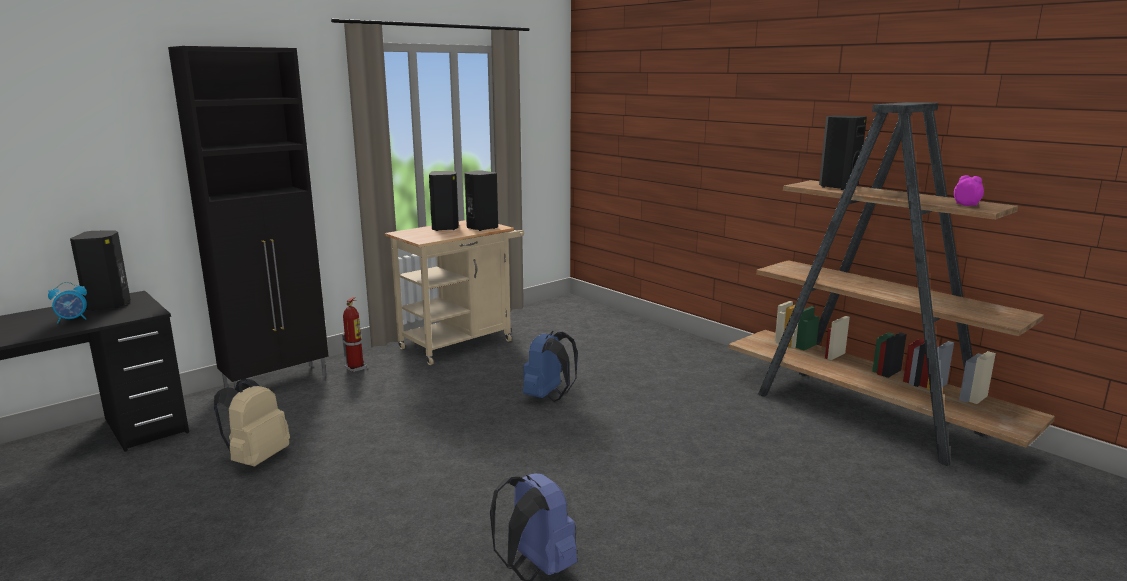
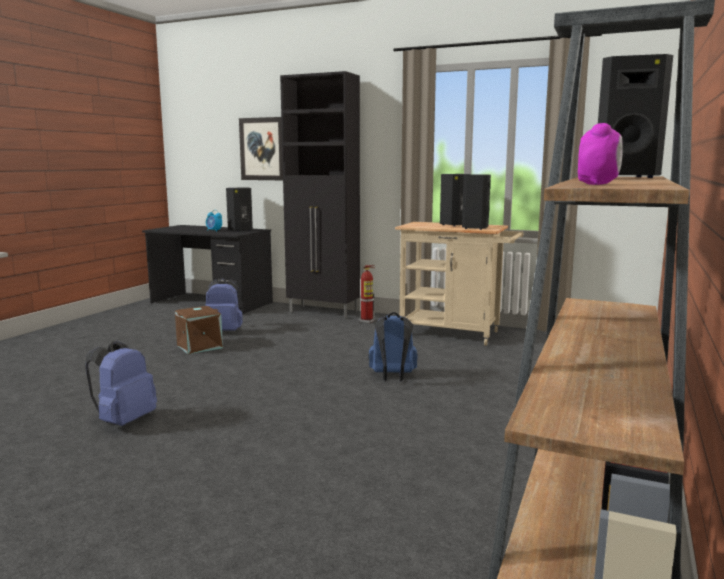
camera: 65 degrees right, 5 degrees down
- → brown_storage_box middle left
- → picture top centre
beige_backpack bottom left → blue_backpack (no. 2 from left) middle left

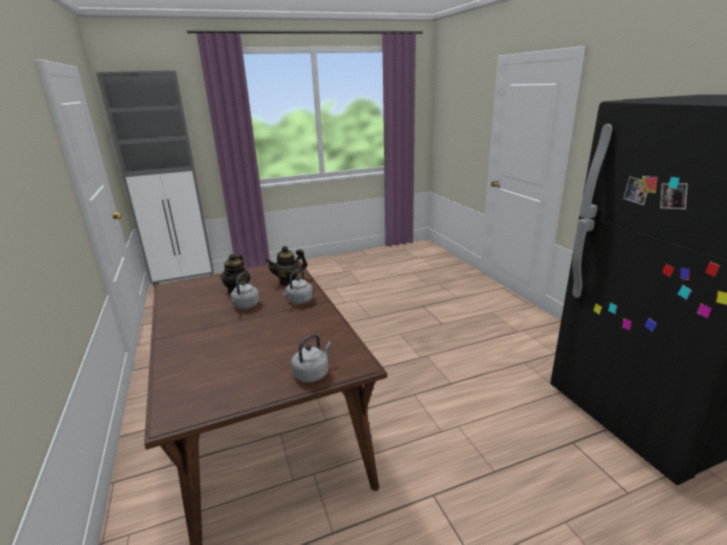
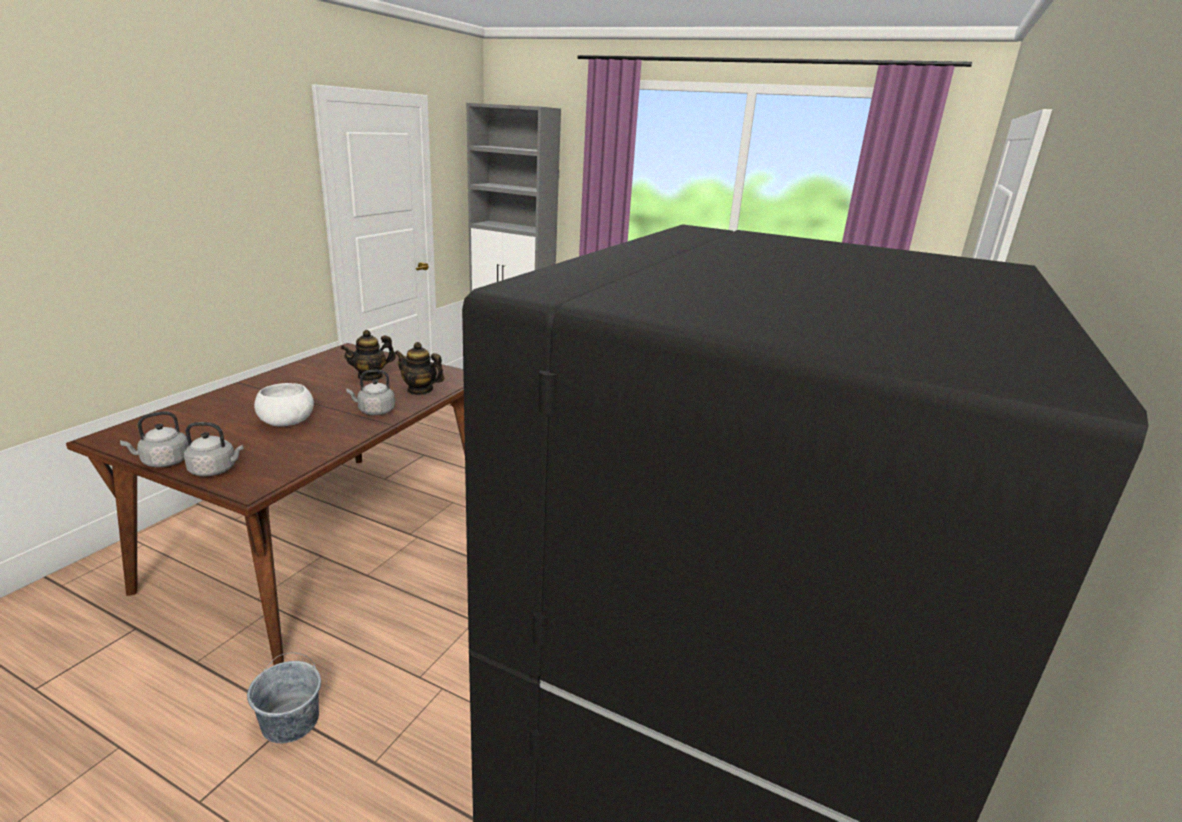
camera: 45 degrees right, 0 degrees up
- → grey_bucket bottom left
- → white_bowl middle left
grey_kettle (no. 1 from left) centre → grey_kettle (no. 1 from left) middle left, shifted

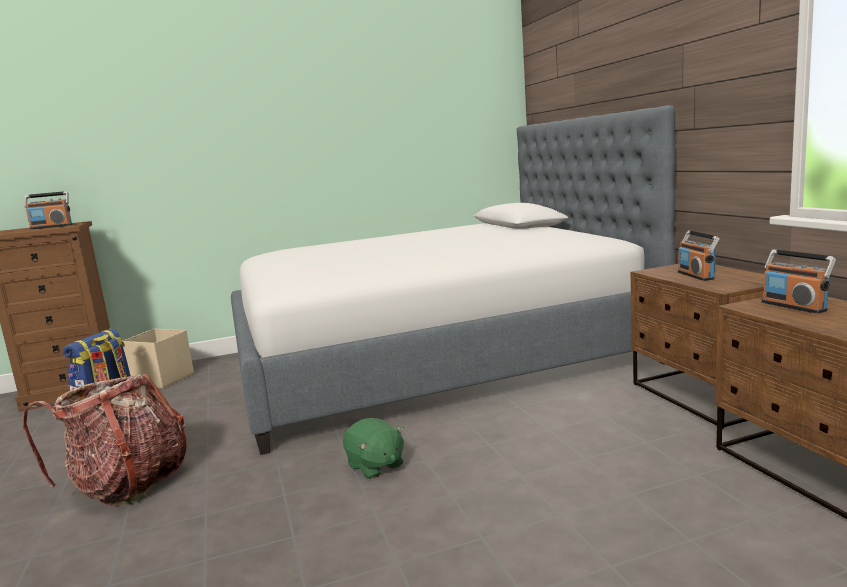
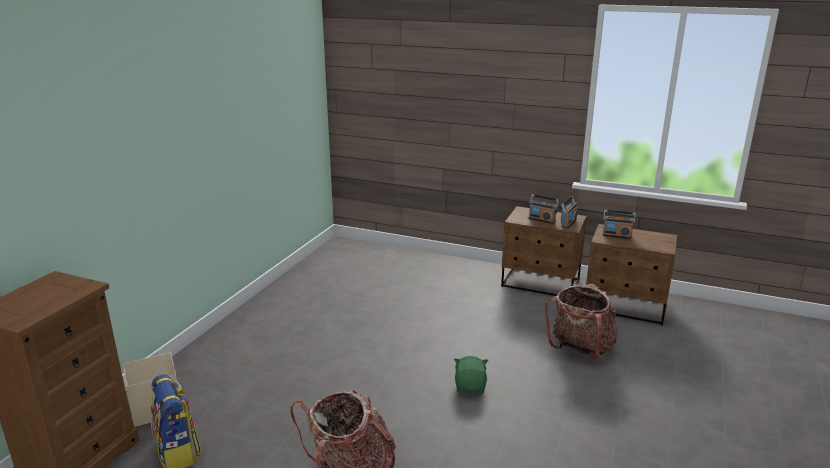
camera: 50 degrees left, 10 degrees up
bed centre → -
- → backpack (no. 3 from left) bottom right
radio (no. 1 from left in the first image) middle left → radio (no. 2 from left) middle right, shifted
green_plush_toy bottom centre, 90 degrees counterclockwise

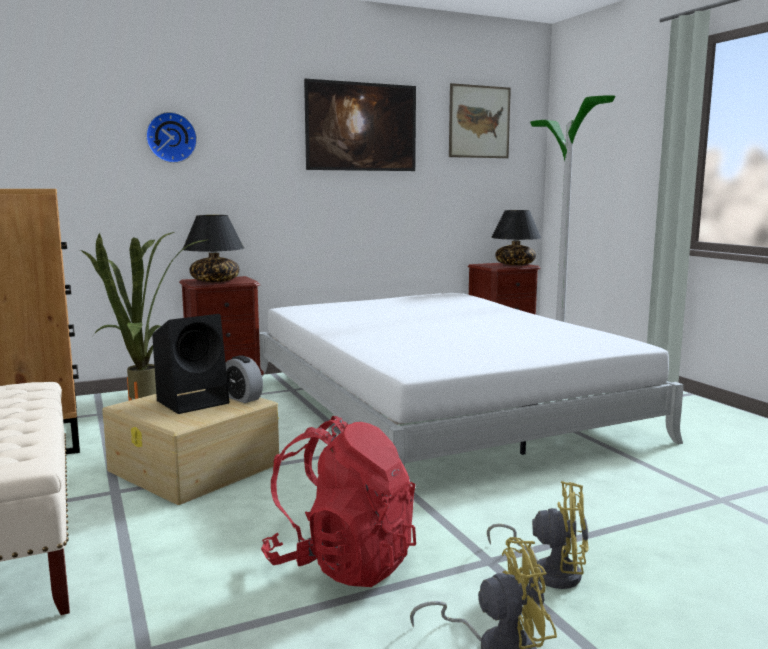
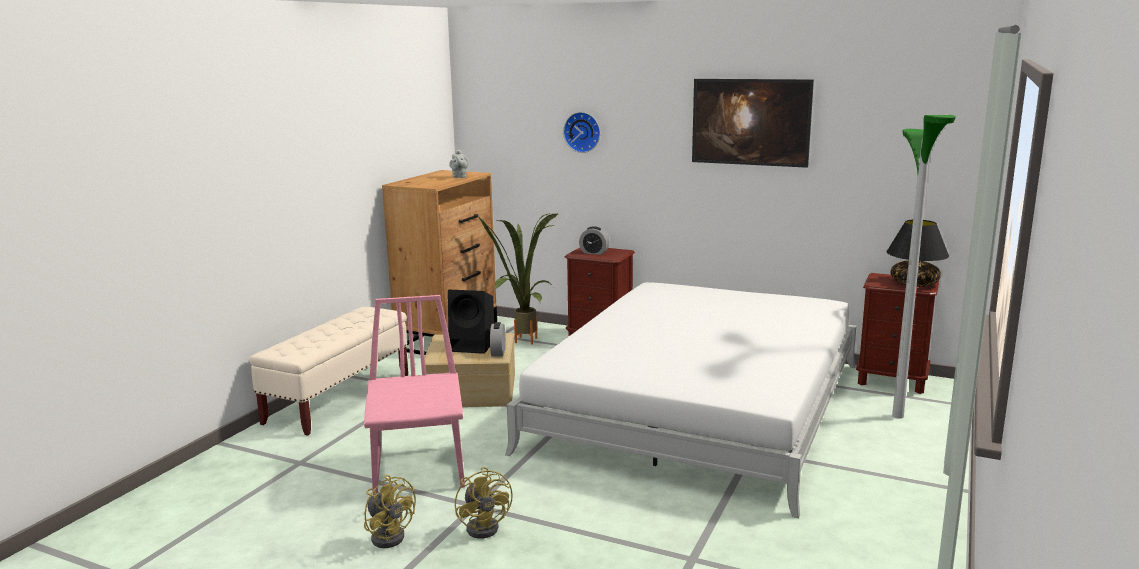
camera: 50 degrees right, 5 degrees up
picture (no. 2 from left) top centre → -
- → grey_teapot top centre
black_table_lamp (no. 1 from left) middle left → alarm_clock (no. 2 from left) centre
red_backpack bottom centre → pink_chair bottom centre

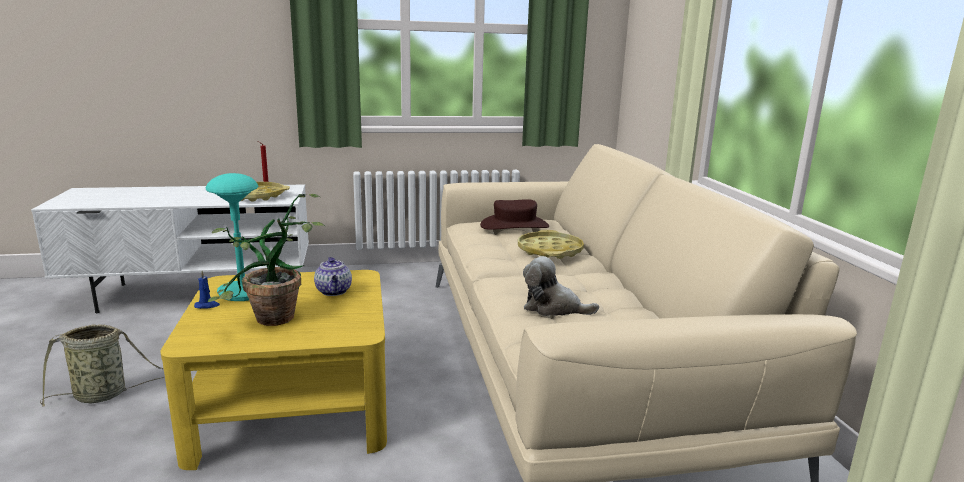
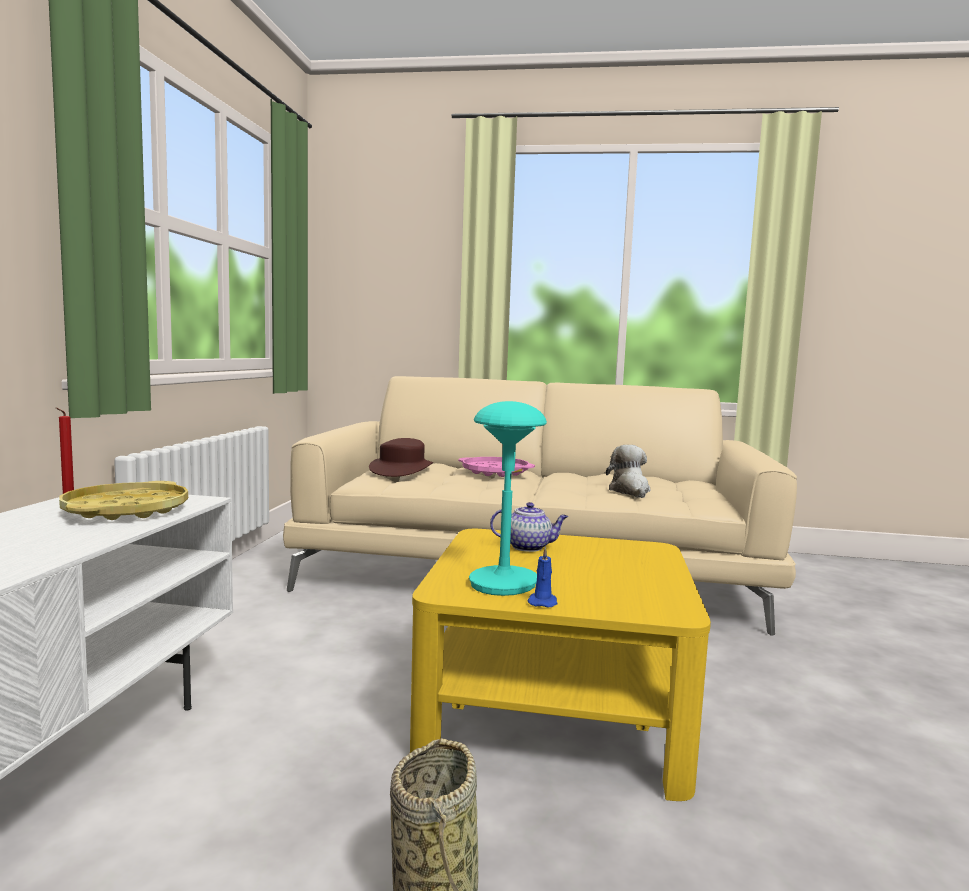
camera: 70 degrees left, 10 degrees down
potted_plant middle left → -
yellow_tray (no. 2 from left) centre → pink_tray centre
plush_toy centre, 135 degrees clockwise

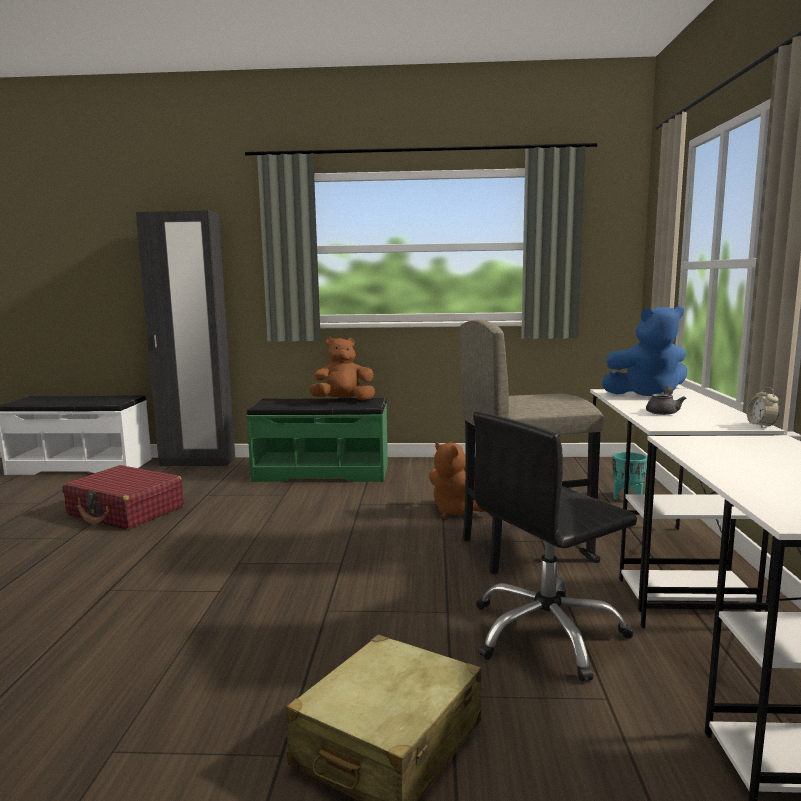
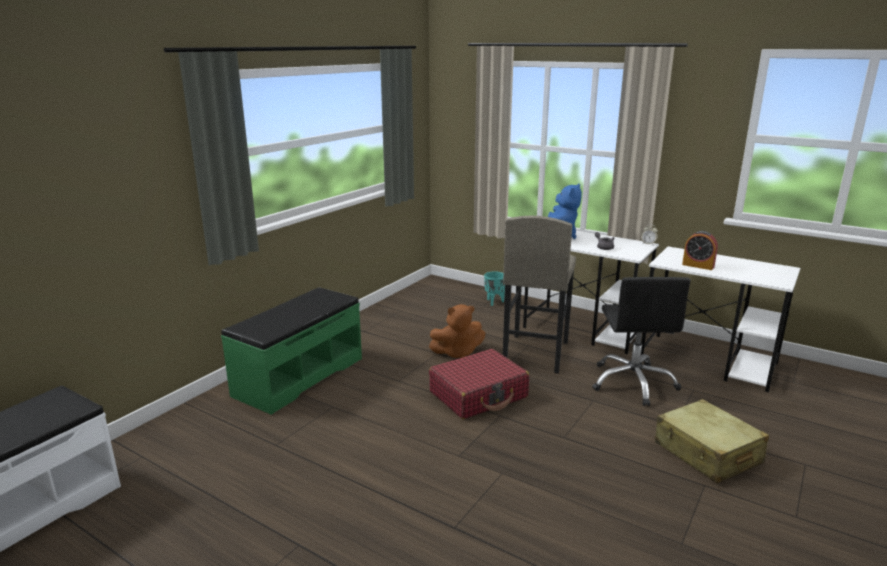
camera: 60 degrees left, 10 degrees up
black_wardrobe middle left → -
brown_plush_toy (no. 1 from left) centre → -
- → alarm_clock (no. 2 from left) middle right
red_suitcase middle left → red_suitcase bottom centre, shifted

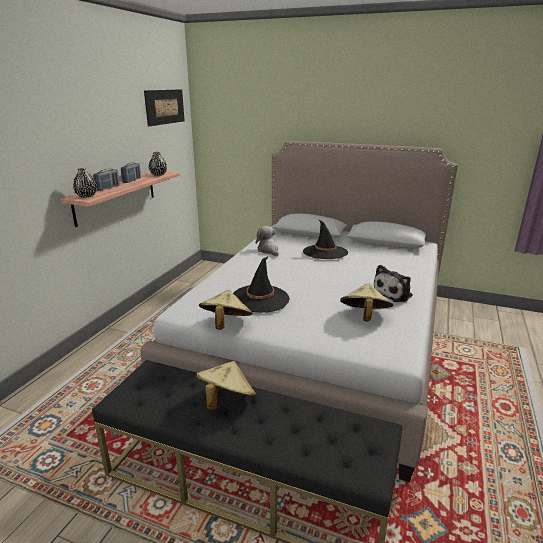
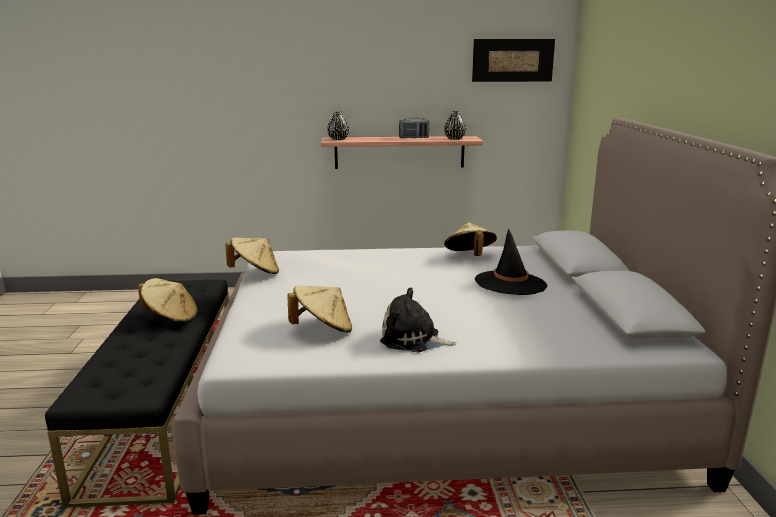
camera: 65 degrees right, 5 degrees down
radio (no. 1 from left) top left → -
black_hat (no. 1 from left) centre → -
plush_toy (no. 1 from left) centre → beige_hat (no. 4 from left) centre

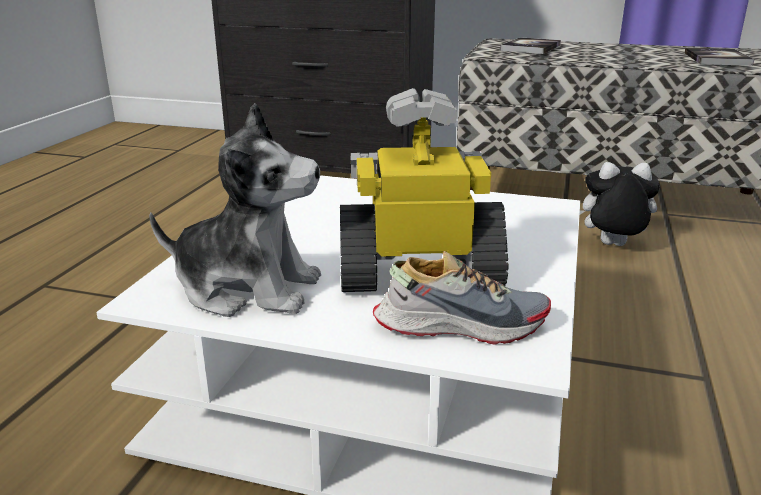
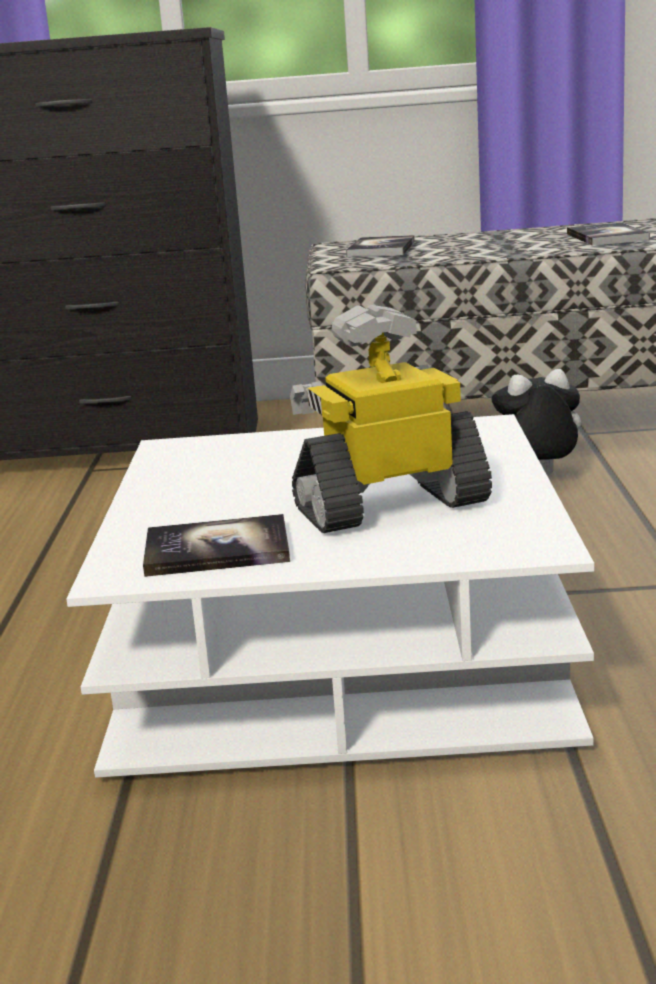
camera: 15 degrees left, 5 degrees down
shoe centre → -
plush_toy (no. 1 from left) middle left → book (no. 1 from left) middle left

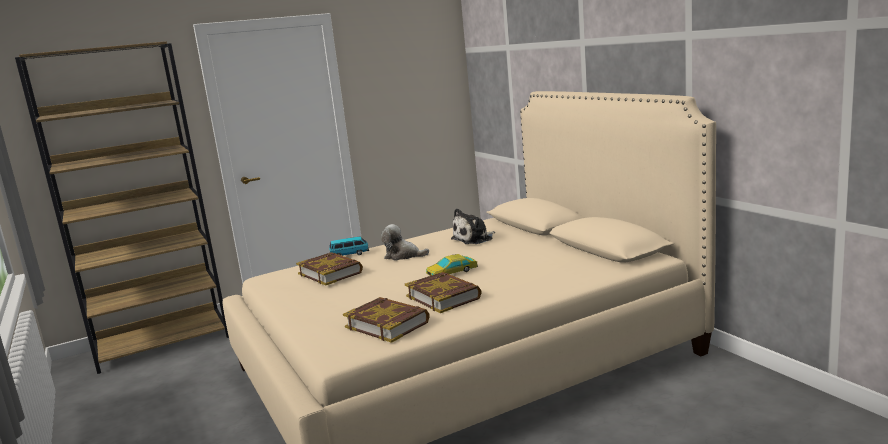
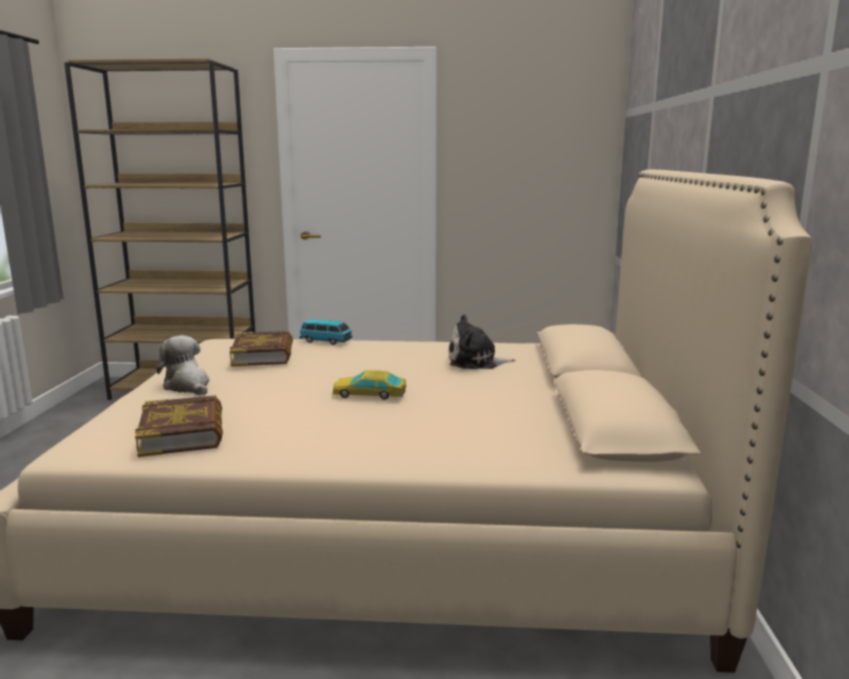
camera: 30 degrees right, 0 degrees up
book (no. 3 from left) centre → -
plush_toy (no. 1 from left) centre → plush_toy (no. 1 from left) middle left, shifted

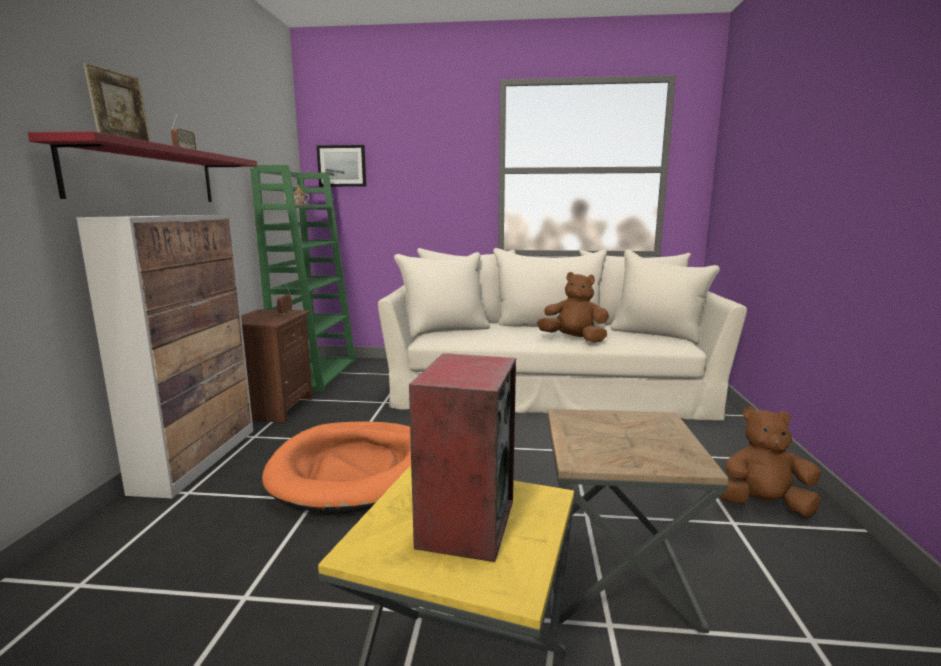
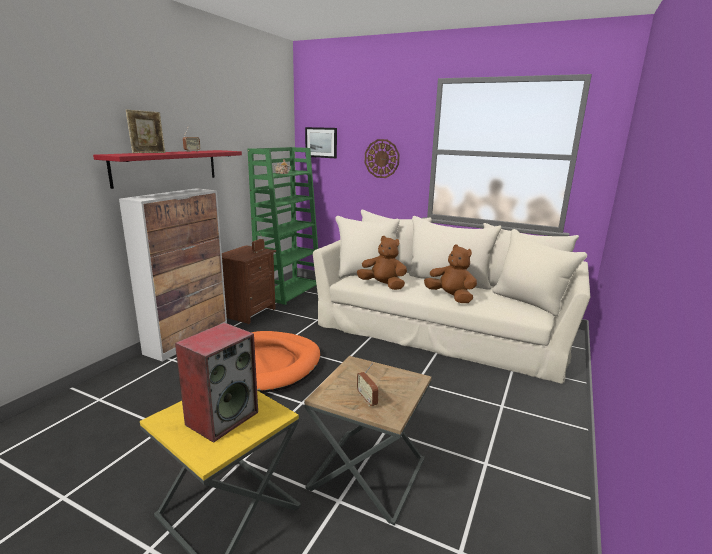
camera: 20 degrees right, 5 degrees up
- → radio (no. 3 from left) bottom centre
- → wall_clock top centre
brown_plush_toy (no. 2 from left in the first image) bottom right → brown_plush_toy (no. 1 from left) centre, shifted

